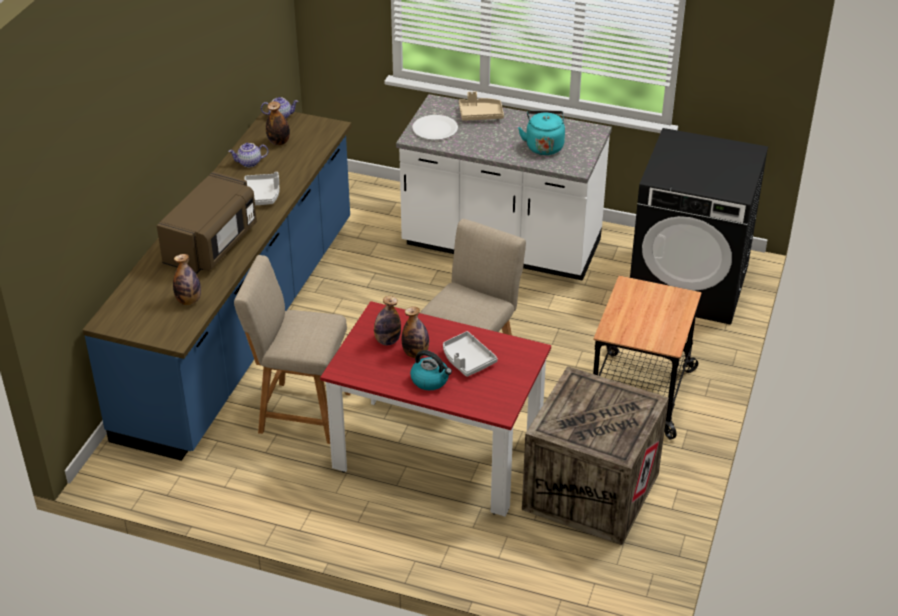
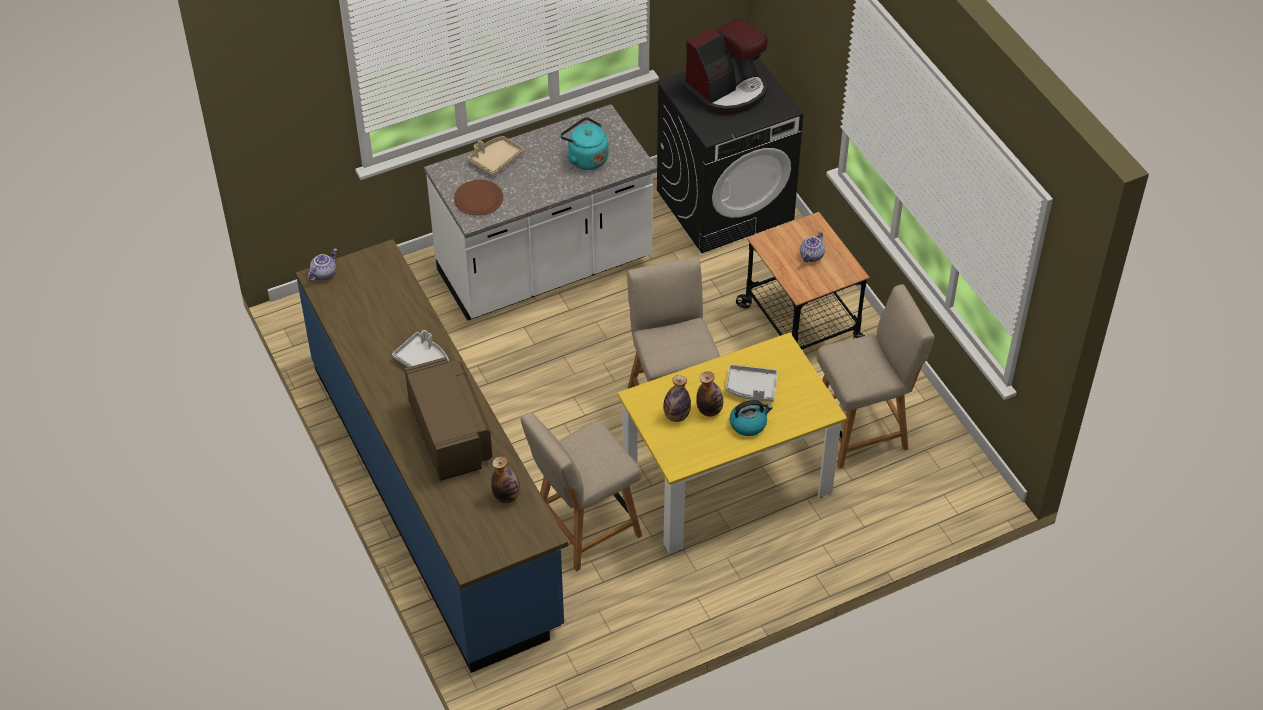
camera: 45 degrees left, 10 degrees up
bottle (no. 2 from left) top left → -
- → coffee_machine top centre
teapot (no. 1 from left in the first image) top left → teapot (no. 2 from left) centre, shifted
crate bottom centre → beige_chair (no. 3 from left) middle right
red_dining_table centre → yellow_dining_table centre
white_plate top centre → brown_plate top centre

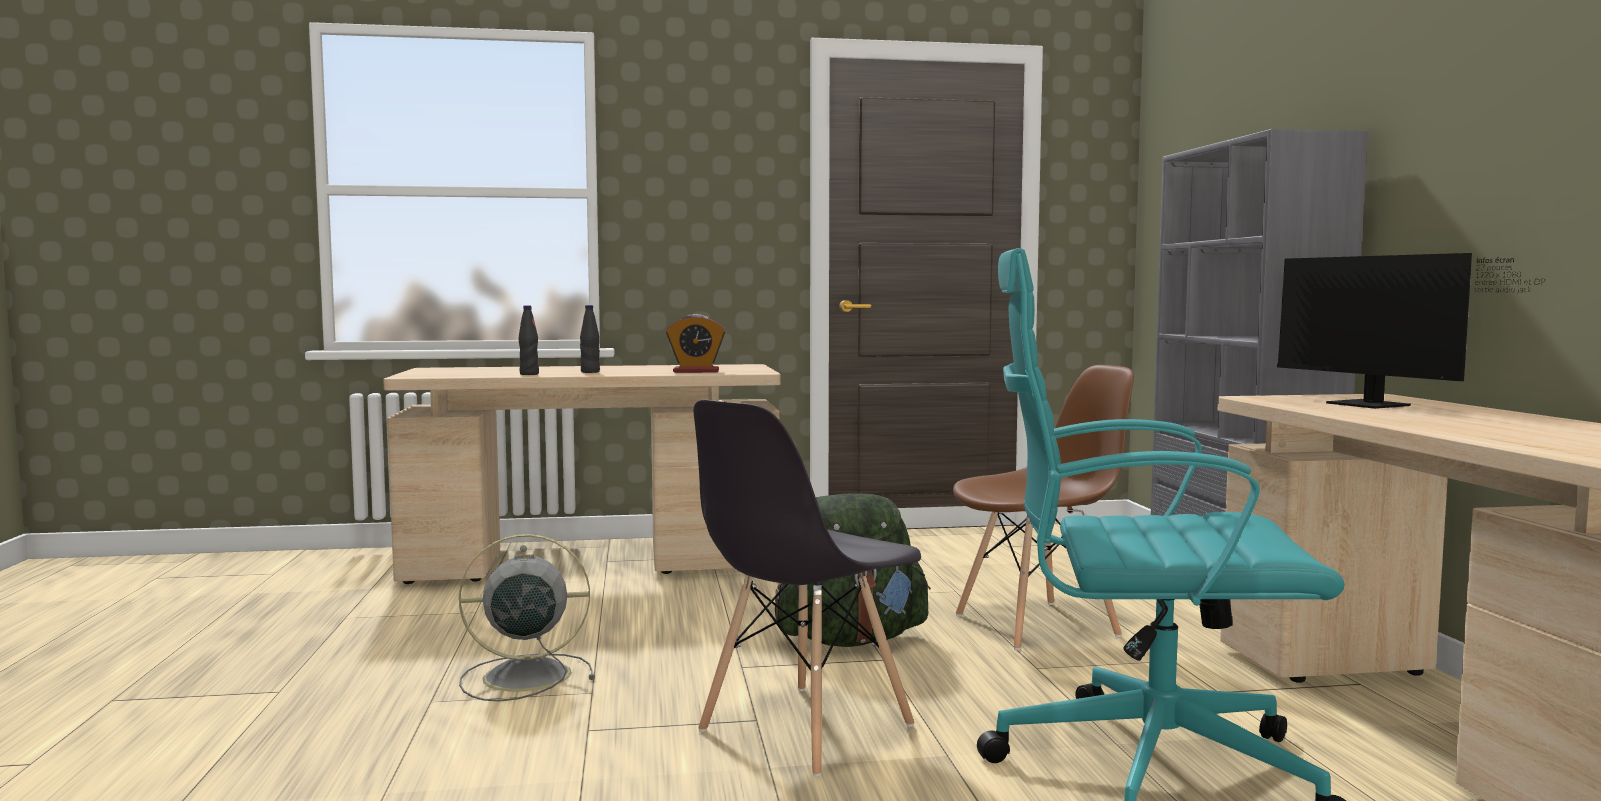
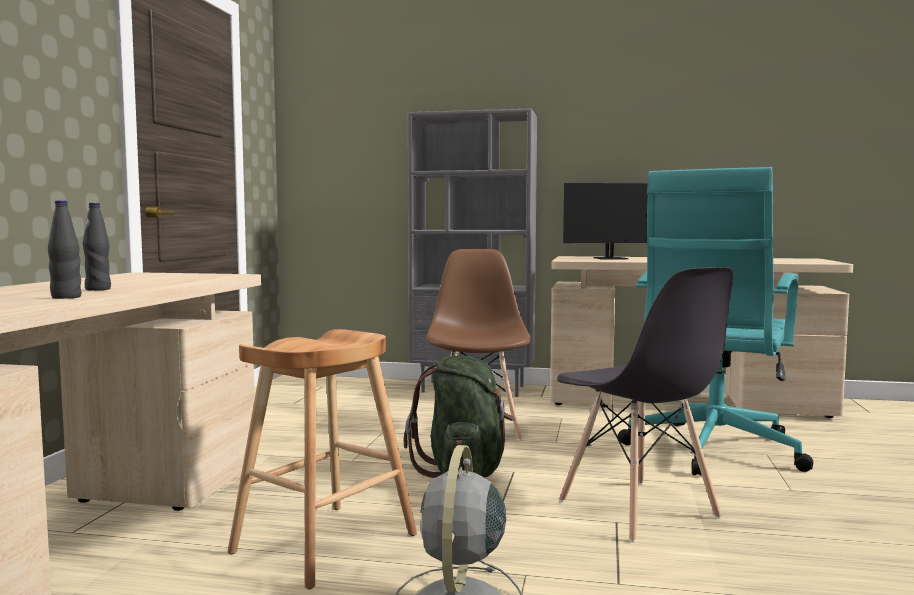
camera: 70 degrees left, 0 degrees up
alarm_clock centre → -
- → brown_stool bottom centre

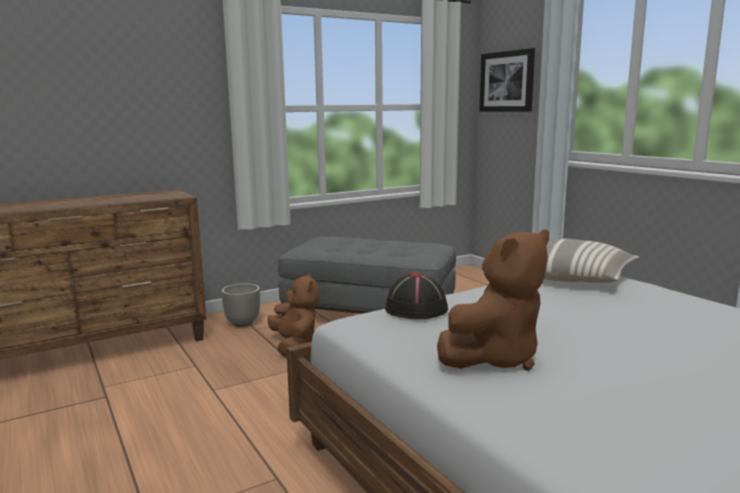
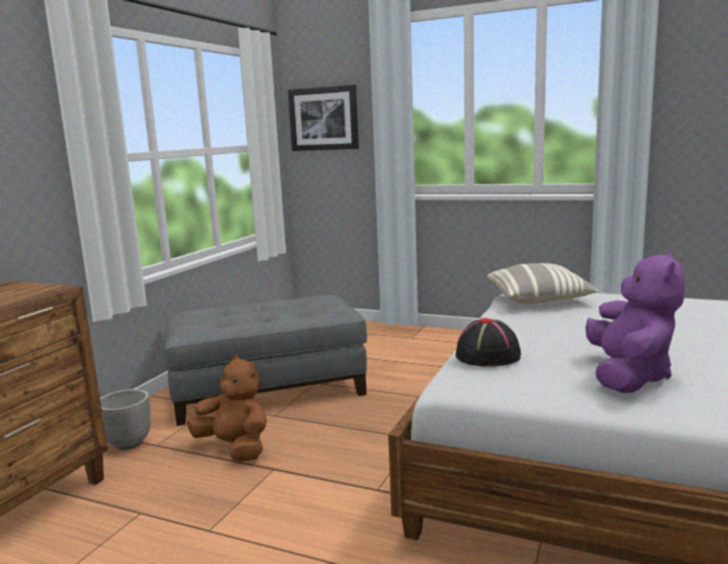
camera: 35 degrees left, 0 degrees up
brown_plush_toy (no. 2 from left) centre → purple_plush_toy middle right

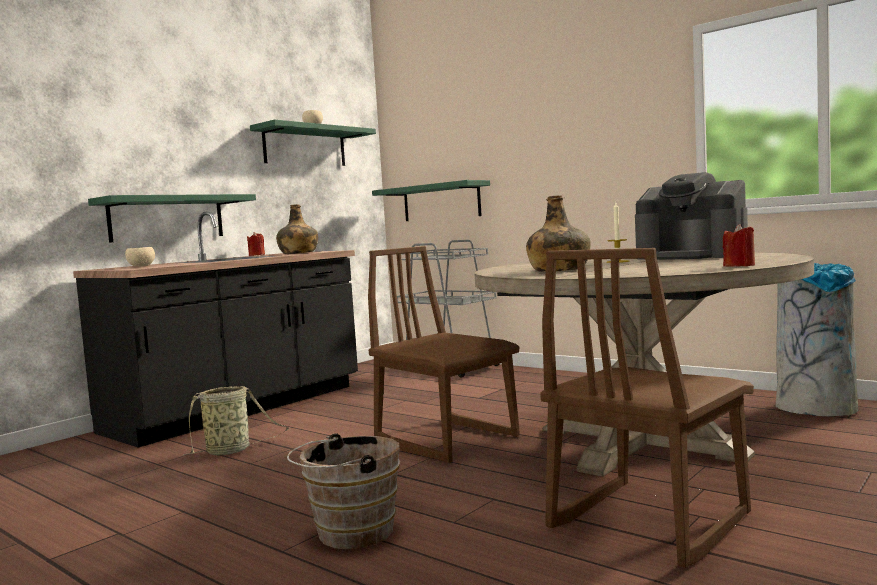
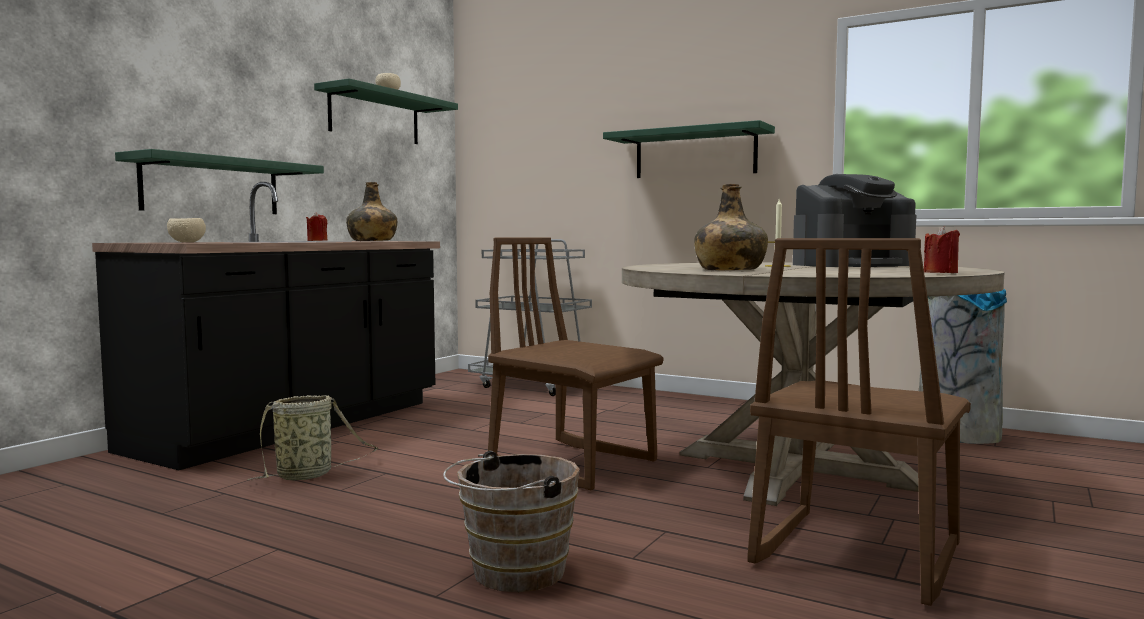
camera: 10 degrees left, 0 degrees up
green_shelf (no. 3 from left) centre → green_shelf (no. 3 from left) top centre, shifted
coffee_machine middle right, 45 degrees counterclockwise

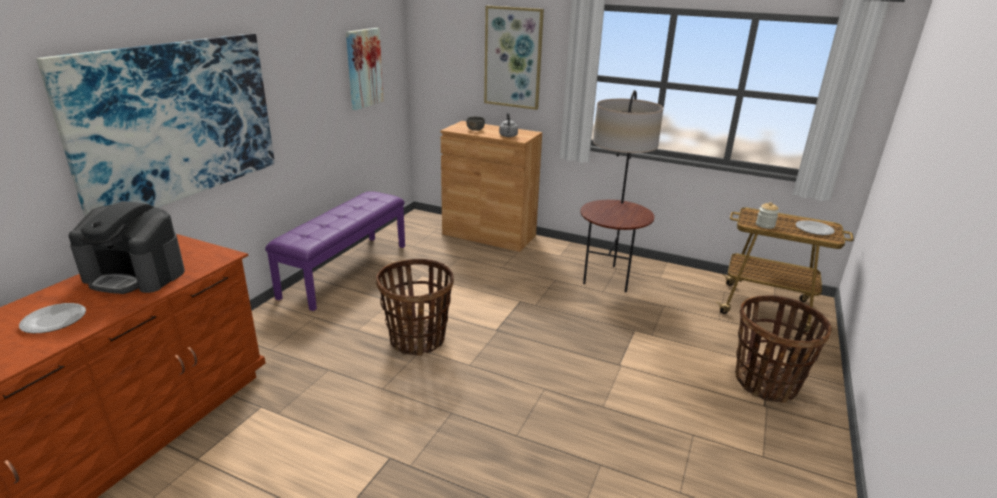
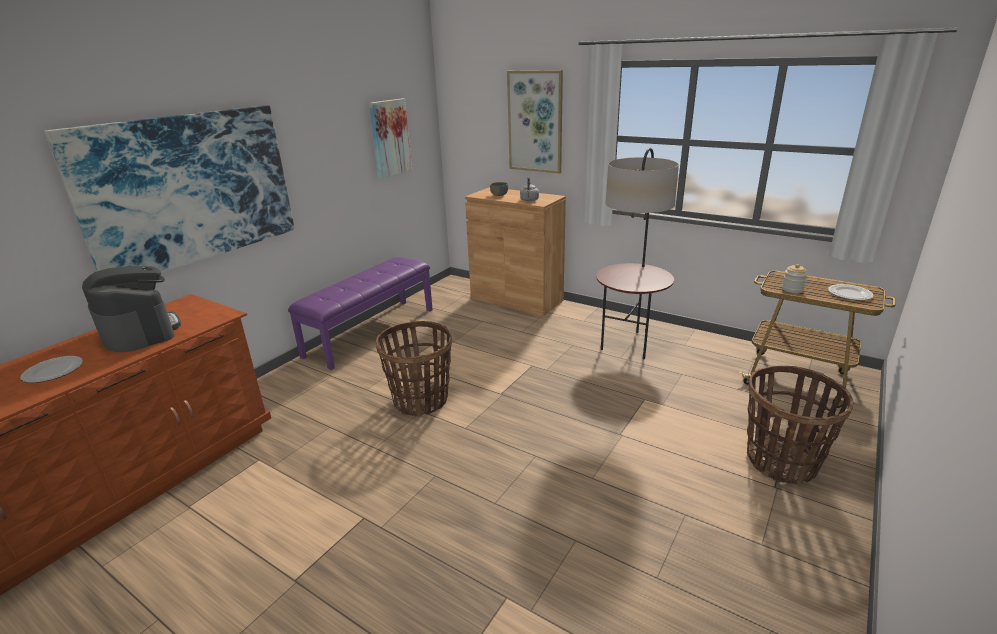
camera: 10 degrees right, 0 degrees up
coffee_machine middle left, 150 degrees counterclockwise

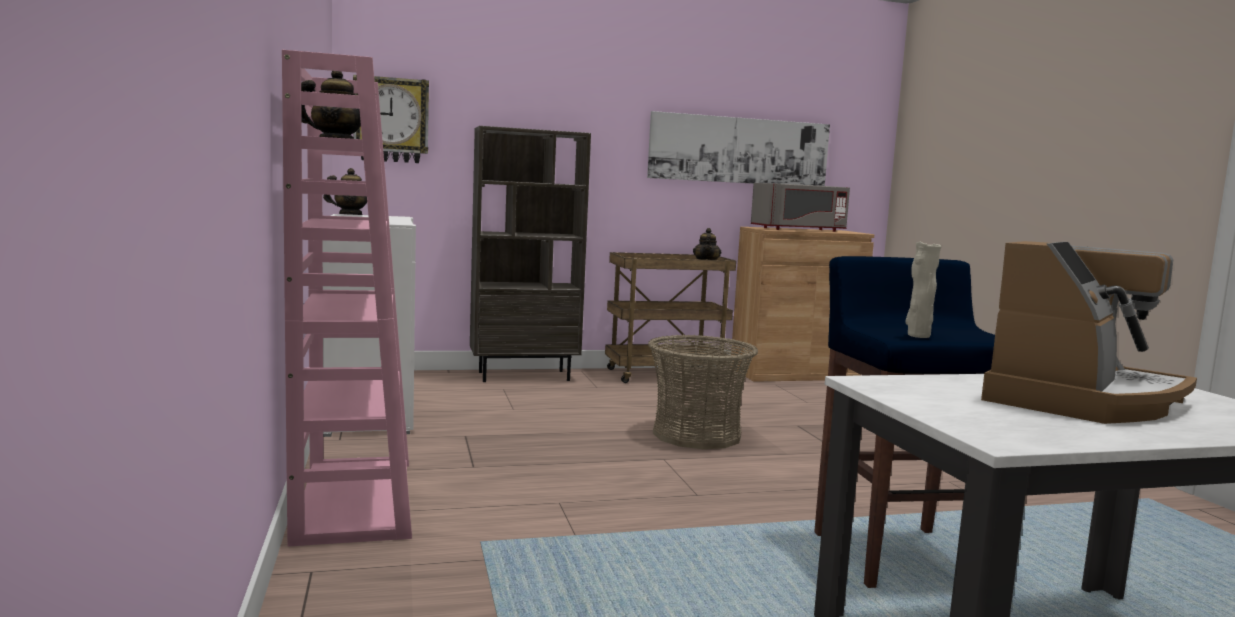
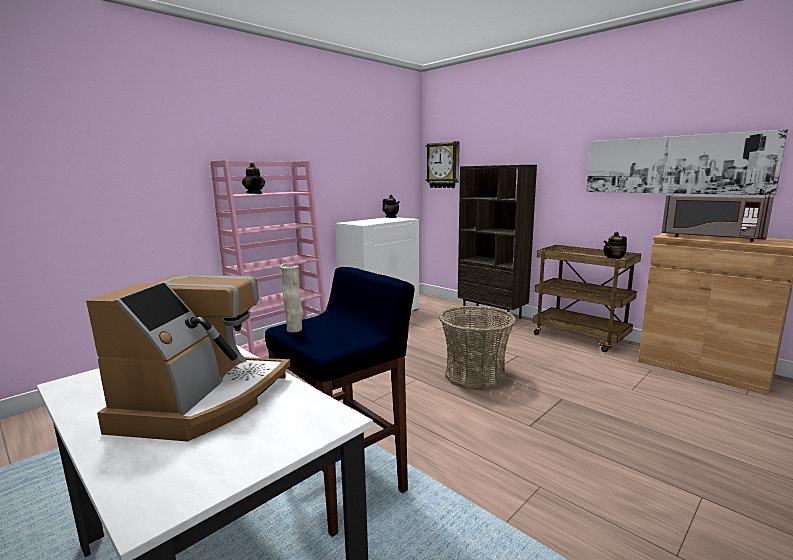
camera: 60 degrees right, 5 degrees up
coffee_machine middle right → coffee_machine middle left, 90 degrees counterclockwise

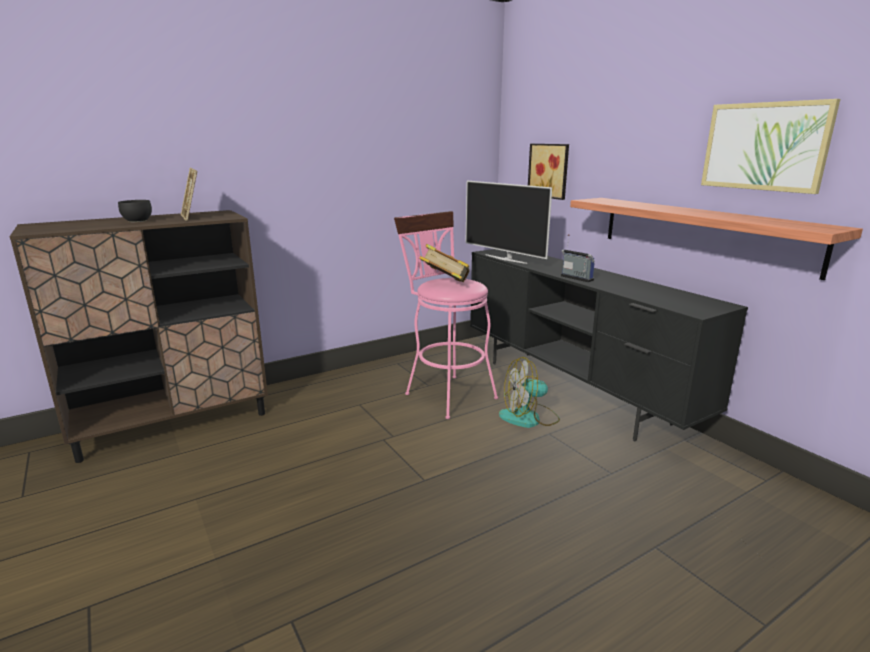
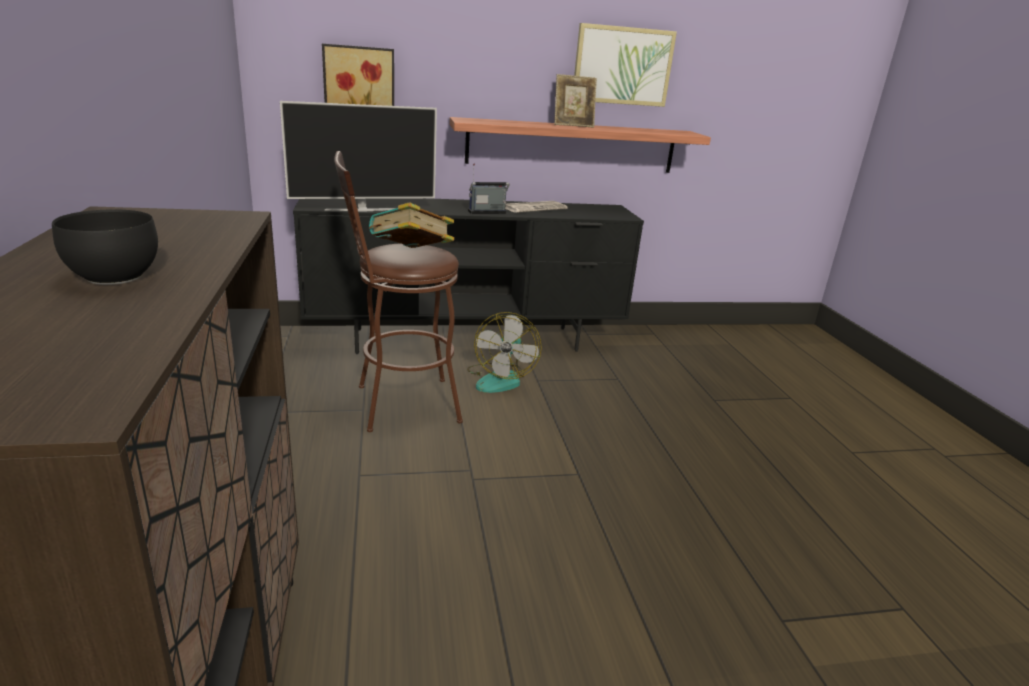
camera: 70 degrees left, 5 degrees up
- → newspaper top centre
picture_frame top left → picture_frame top centre, shifted
pink_stool centre → brown_stool centre

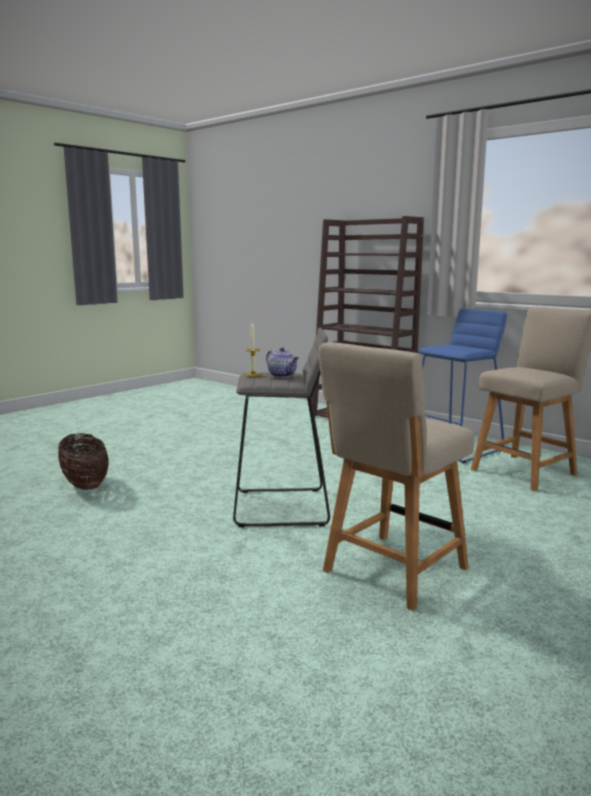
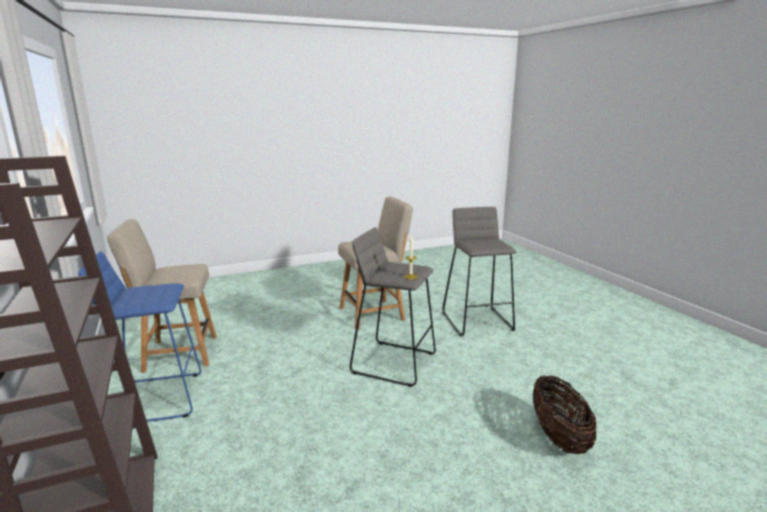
camera: 155 degrees left, 5 degrees up
teapot centre → -
- → grey_stool (no. 2 from left) centre

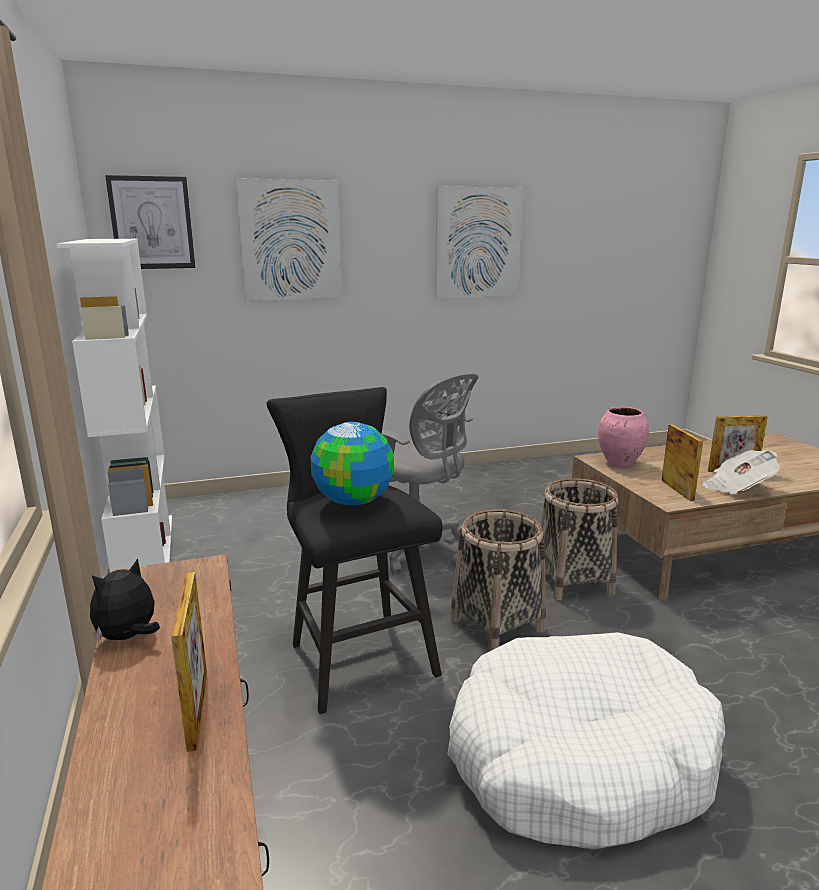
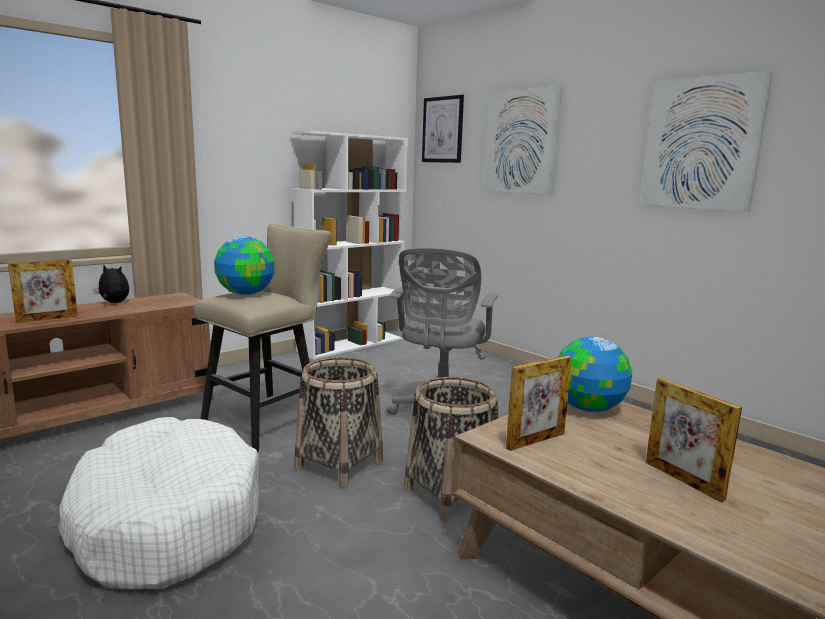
camera: 65 degrees right, 5 degrees down
newspaper middle right → -
pink_vase middle right → globe (no. 2 from left) middle right
black_stool centre → beige_stool middle left

